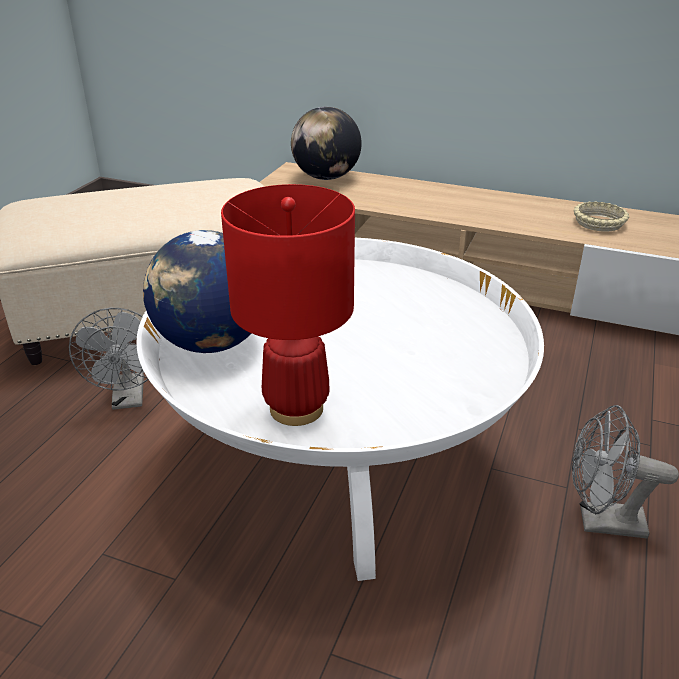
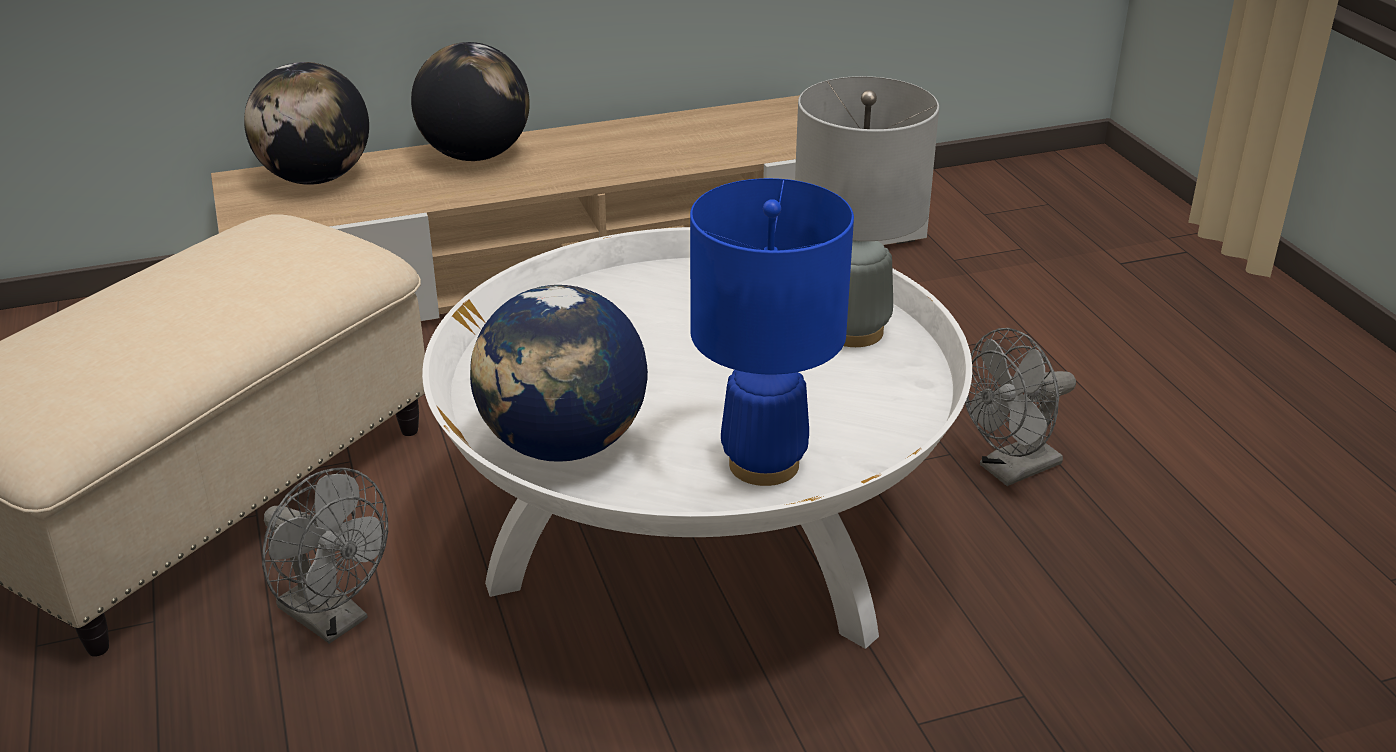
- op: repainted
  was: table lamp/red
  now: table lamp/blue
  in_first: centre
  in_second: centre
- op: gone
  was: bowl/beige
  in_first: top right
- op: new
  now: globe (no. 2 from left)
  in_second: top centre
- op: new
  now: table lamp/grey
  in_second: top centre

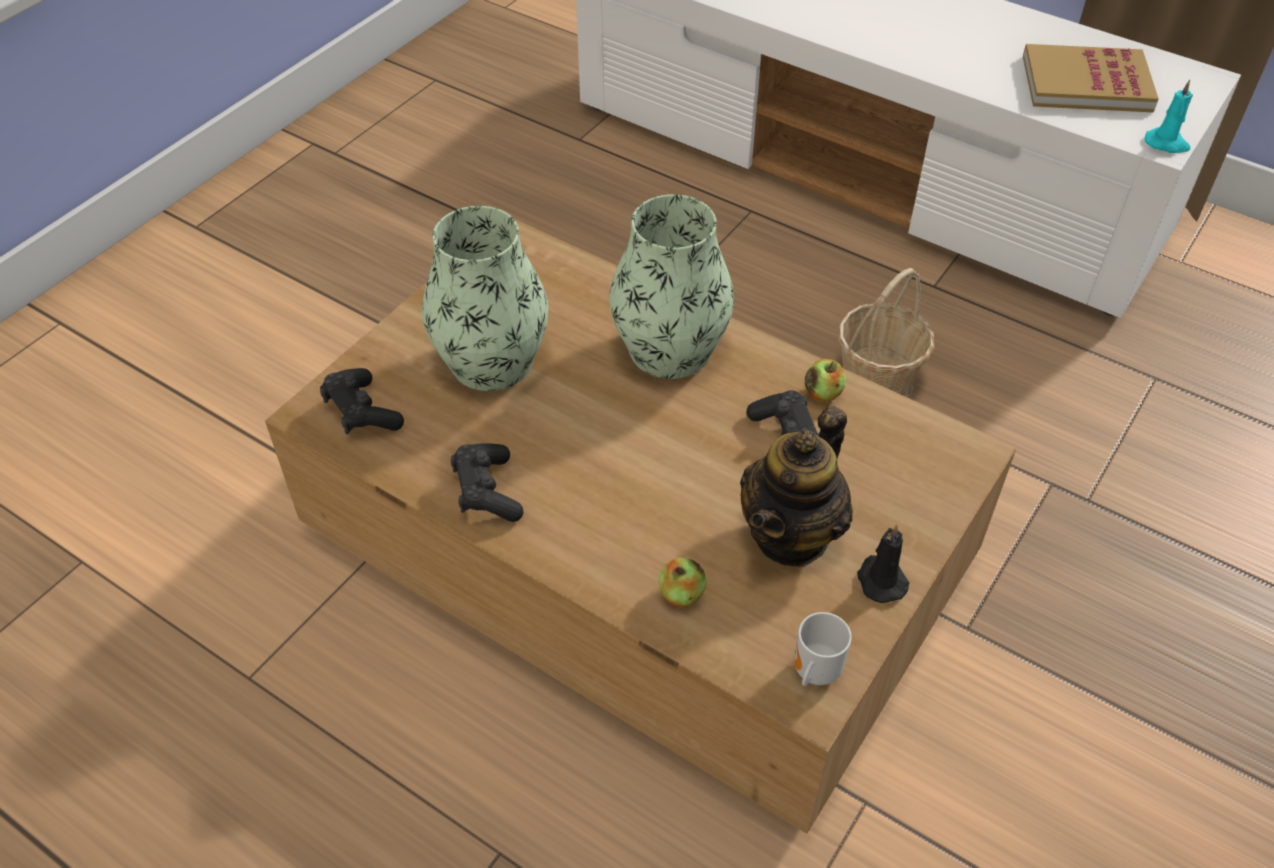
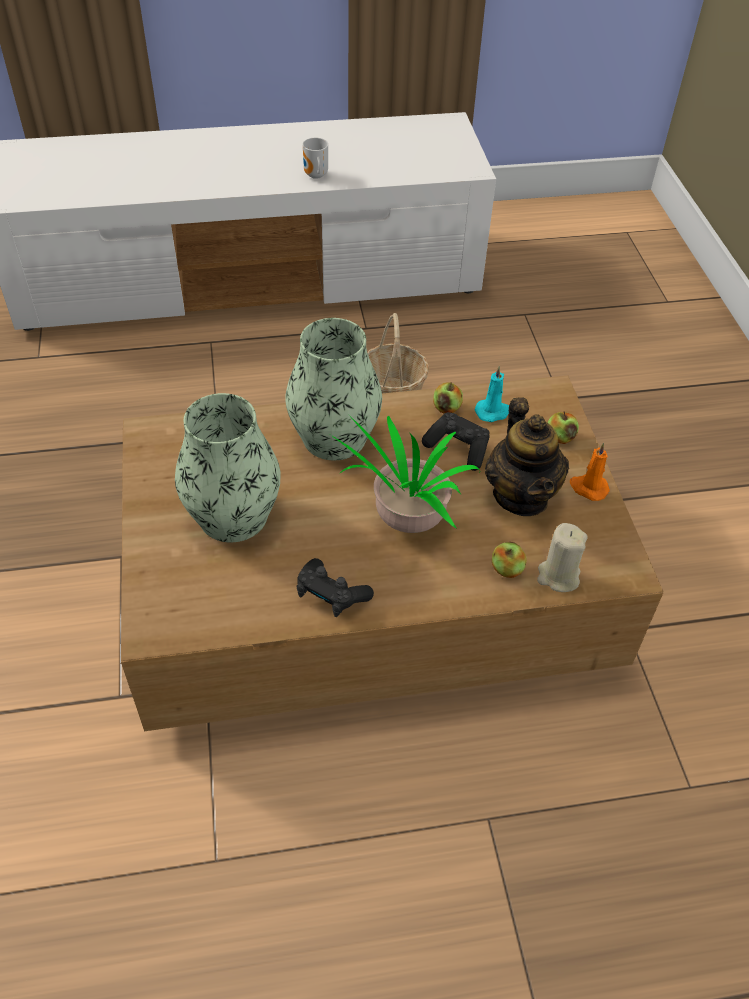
- op: gone
  was: game controller/black (no. 1 from left)
  in_first: middle left
- op: shifted
  was: mug
  in_first: bottom centre
  in_second: top centre
- op: repainted
  was: candle/black
  now: candle/orange
  in_first: middle right
  in_second: middle right
- op: gone
  was: book
  in_first: top right
- op: shifted
  was: candle/turquoise
  in_first: top right
  in_second: centre
- op: new
  now: potted plant
  in_second: centre
- op: new
  now: candle/beige
  in_second: middle right
- op: new
  now: apple (no. 3 from left)
  in_second: middle right

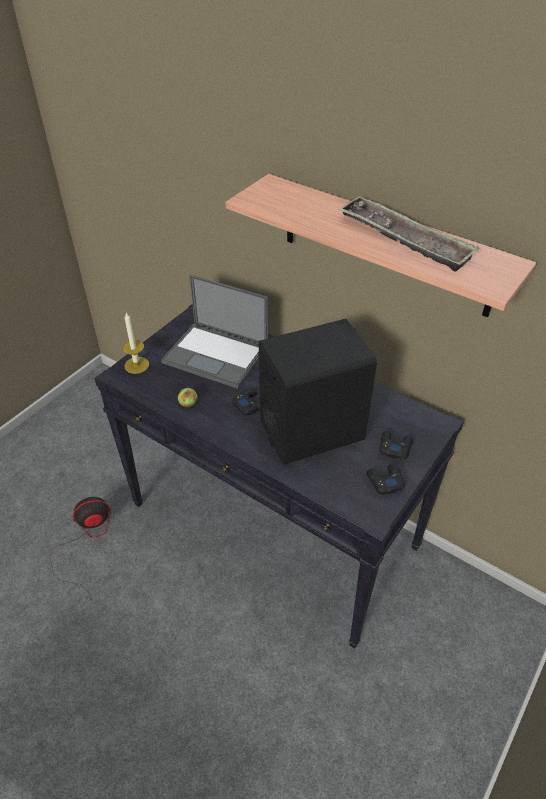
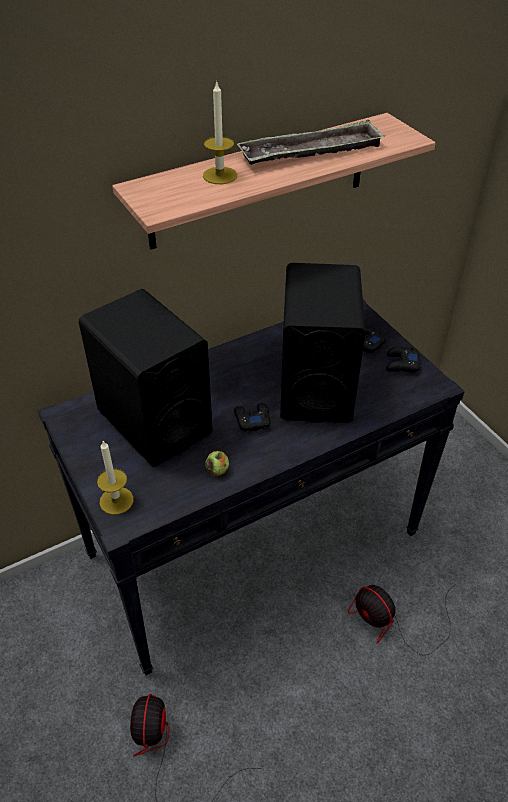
- op: swapped
  was: laptop
  now: speaker/black (no. 1 from left)
  in_first: centre
  in_second: middle left
- op: new
  now: candle (no. 2 from left)
  in_second: top centre
- op: new
  now: fan (no. 2 from left)
  in_second: bottom right

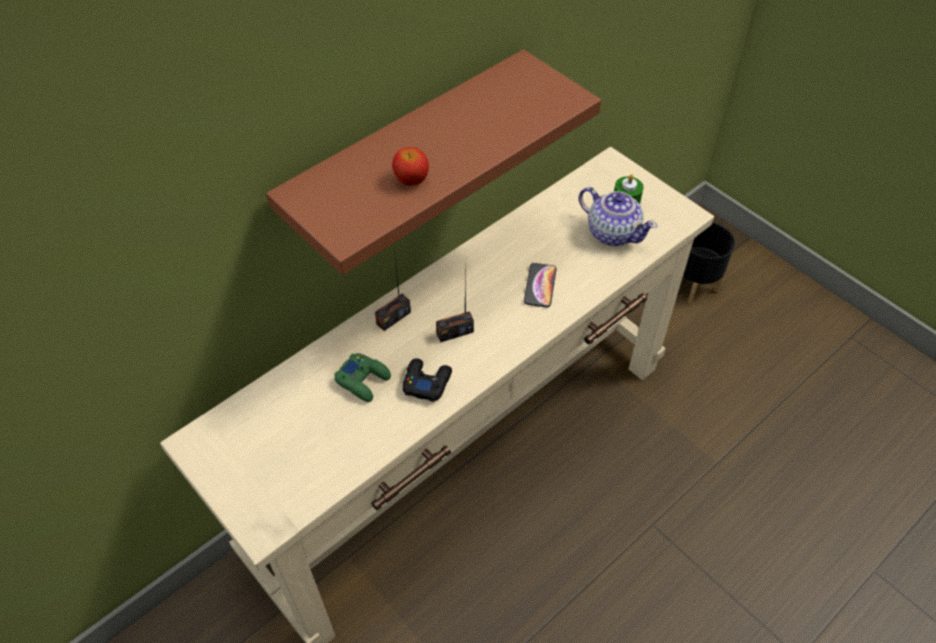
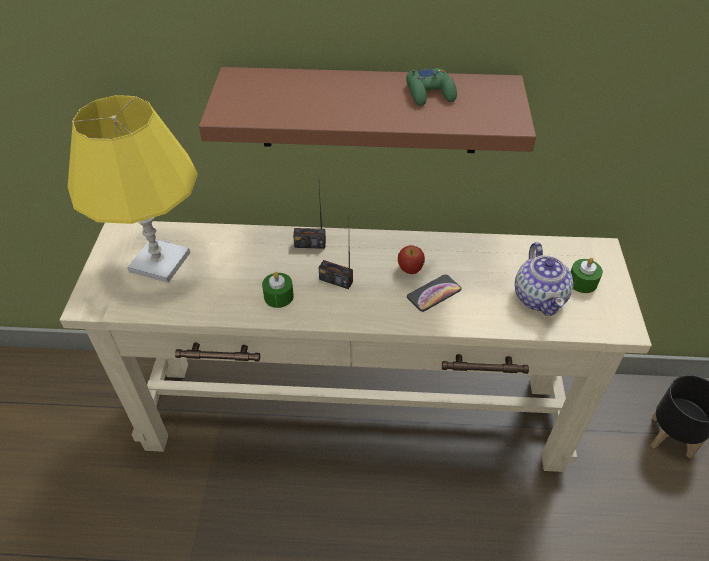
- op: shifted
  was: game controller/green
  in_first: centre
  in_second: top centre
- op: shifted
  was: apple
  in_first: top centre
  in_second: centre
- op: swapped
  was: game controller/black
  now: candle/green (no. 1 from left)
  in_first: centre
  in_second: centre
- op: new
  now: table lamp/yellow
  in_second: middle left

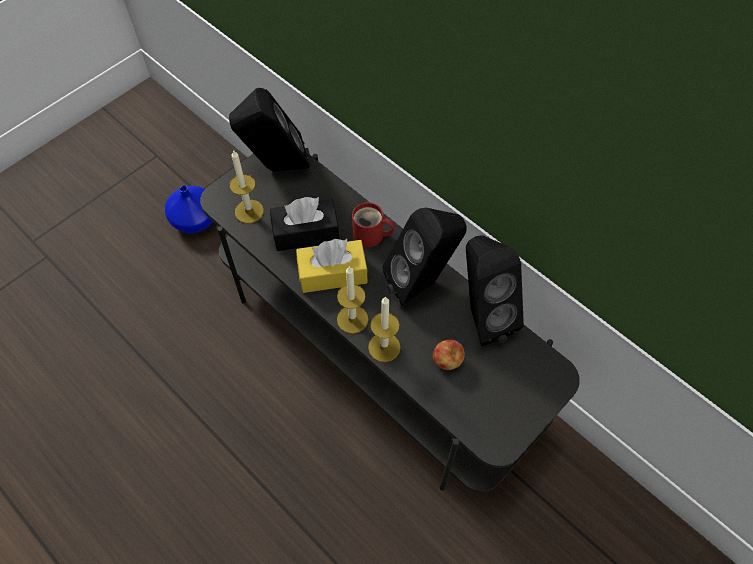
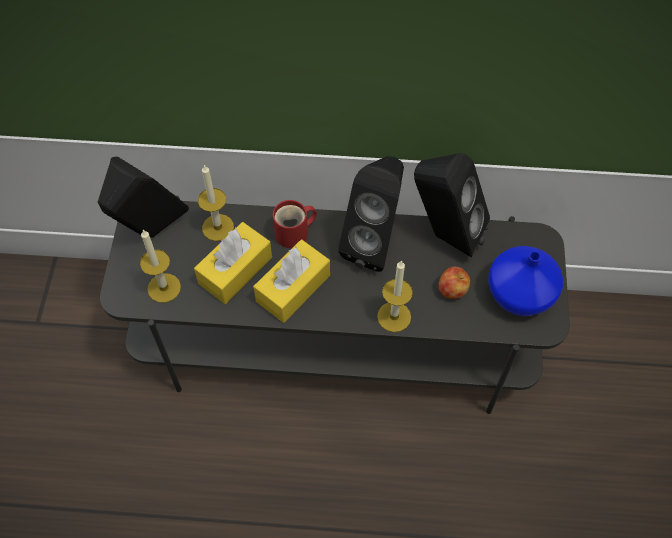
- op: shifted
  was: vase/blue
  in_first: middle left
  in_second: middle right
- op: repainted
  was: tissue box/black
  now: tissue box/yellow (no. 1 from left)
  in_first: centre
  in_second: centre
- op: shifted
  was: candle (no. 2 from left)
  in_first: centre
  in_second: middle left

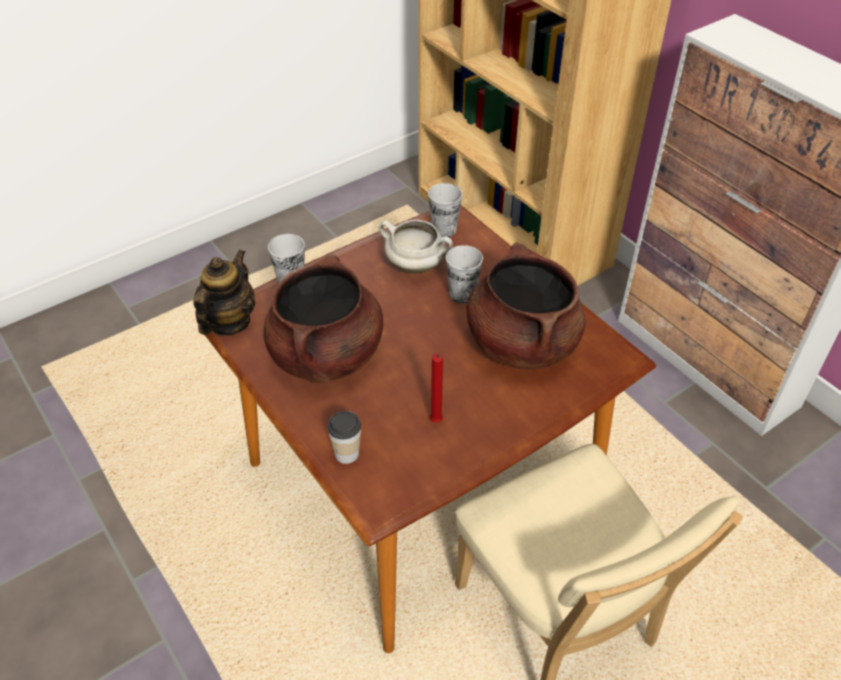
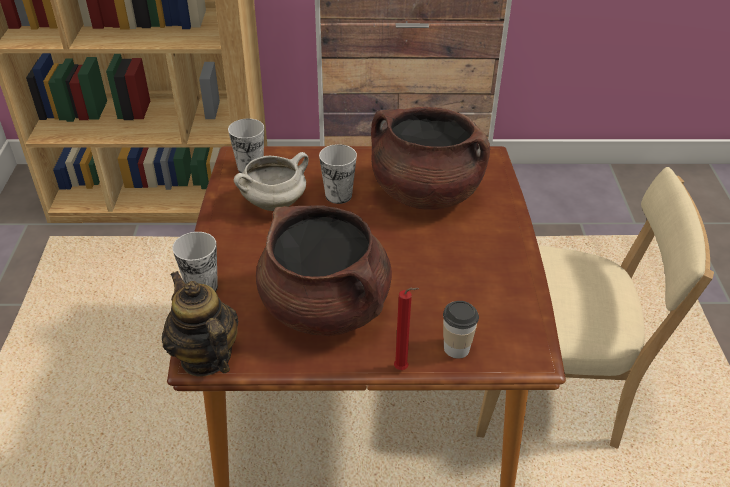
- op: shifted
  was: candle/red
  in_first: centre
  in_second: bottom centre

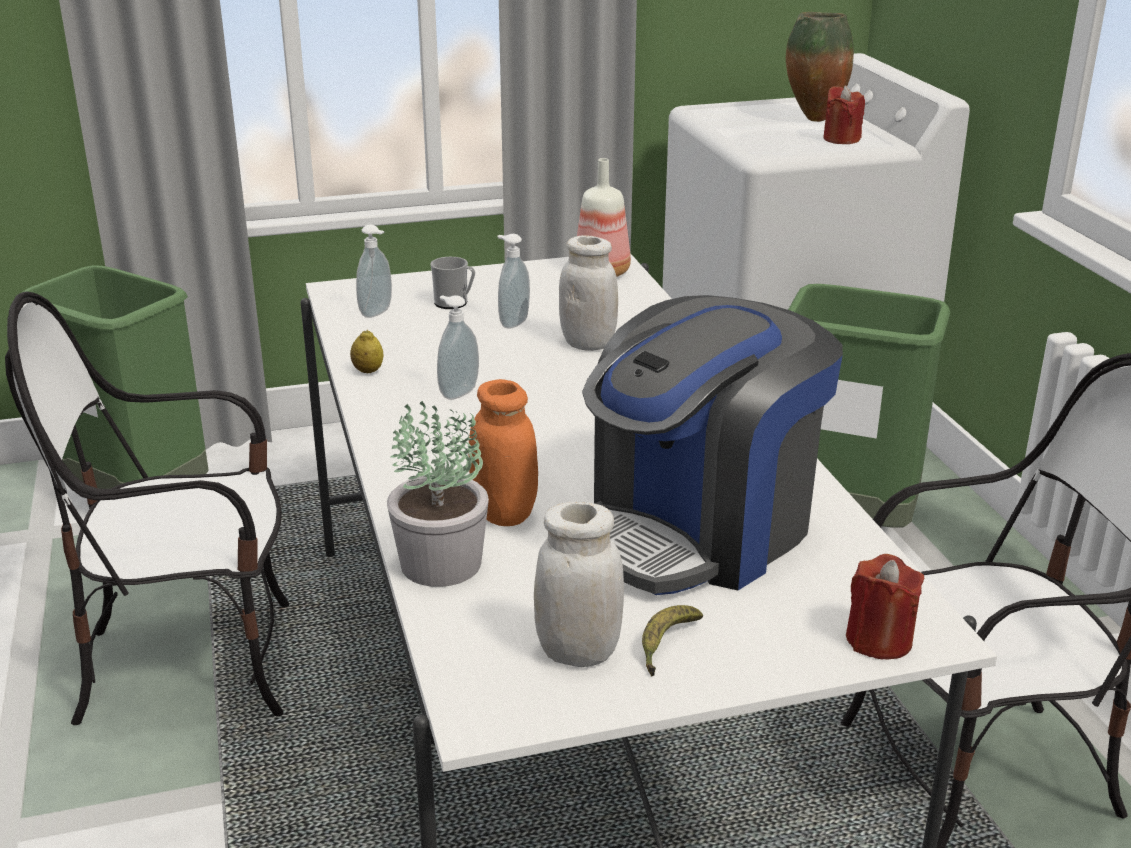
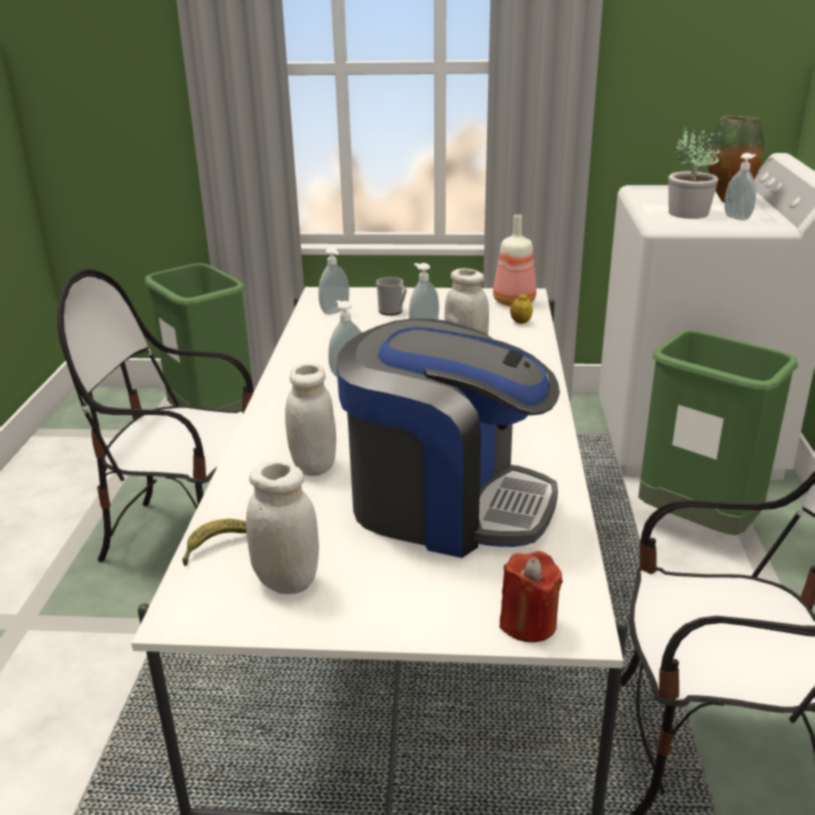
- op: shifted
  was: lemon
  in_first: middle left
  in_second: centre
- op: shifted
  was: potted plant
  in_first: centre
  in_second: top right
- op: repainted
  was: jar/orange
  now: jar/white (no. 2 from left)
  in_first: centre
  in_second: centre
- op: rotated
  was: coffee machine
  in_first: centre
  in_second: centre
  clockwise: -135
- op: shifted
  was: banana
  in_first: bottom centre
  in_second: middle left
- op: swapped
  was: candle/red (no. 1 from left)
  now: soap dispenser (no. 4 from left)
  in_first: top right
  in_second: top right

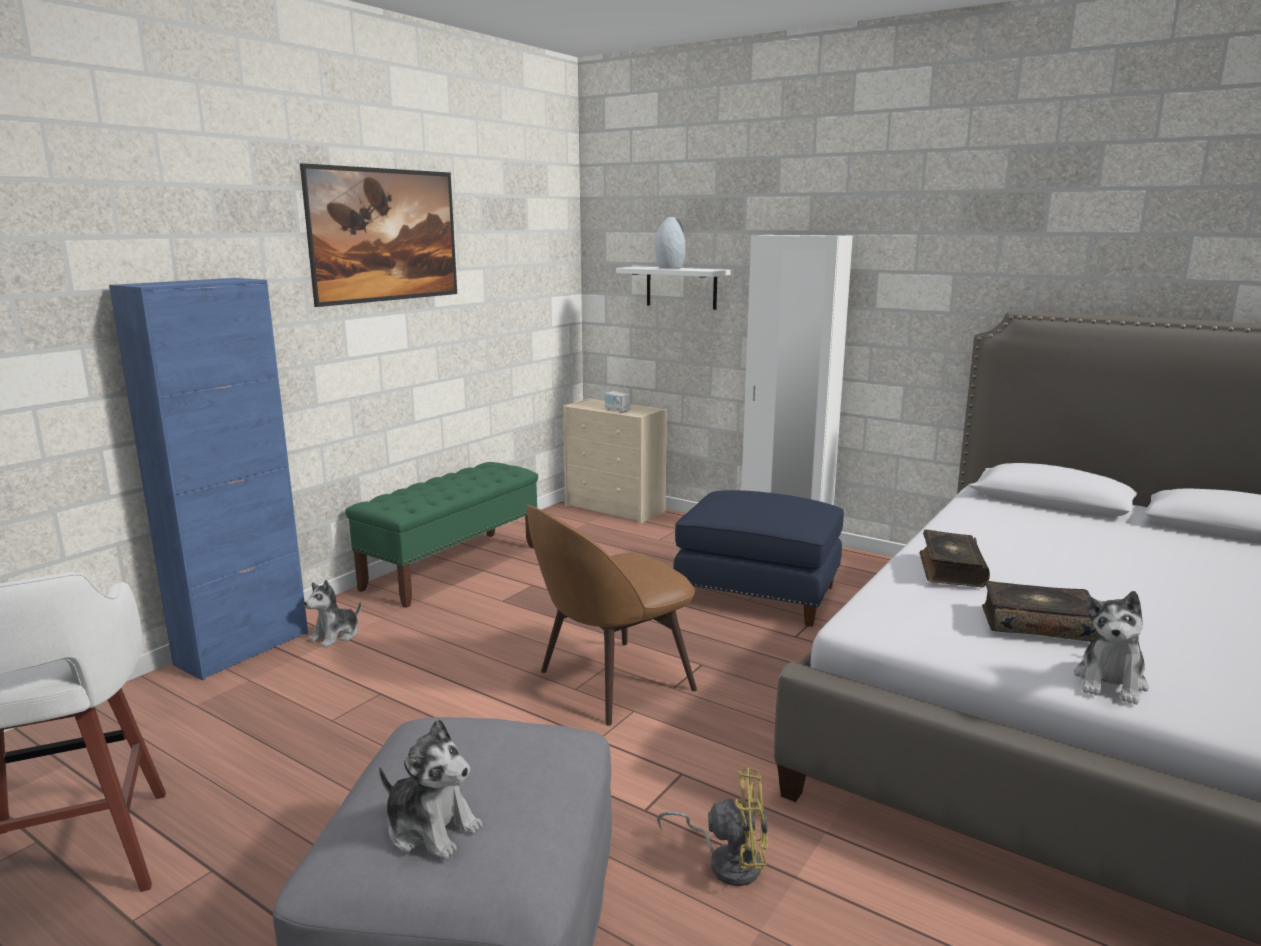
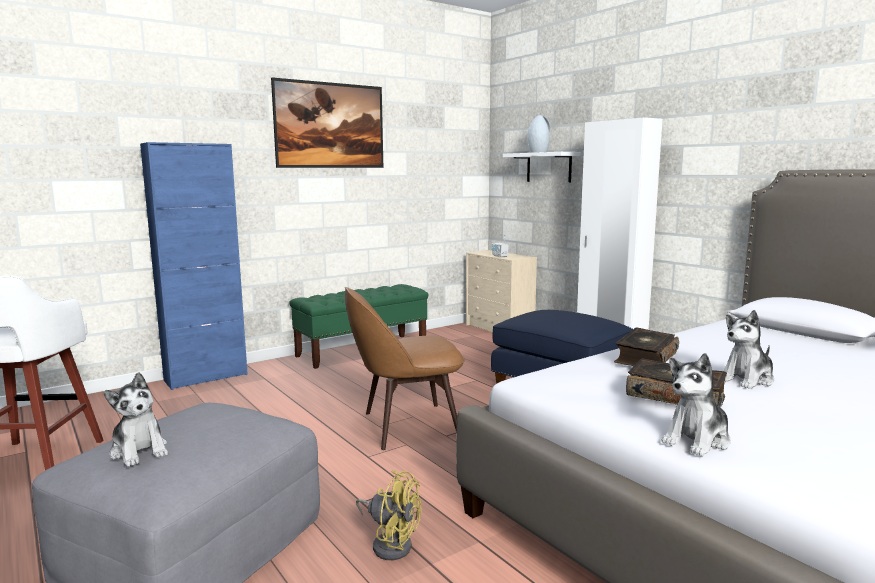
- op: shifted
  was: plush toy (no. 1 from left in the first image)
  now: plush toy (no. 3 from left)
  in_first: middle left
  in_second: middle right

